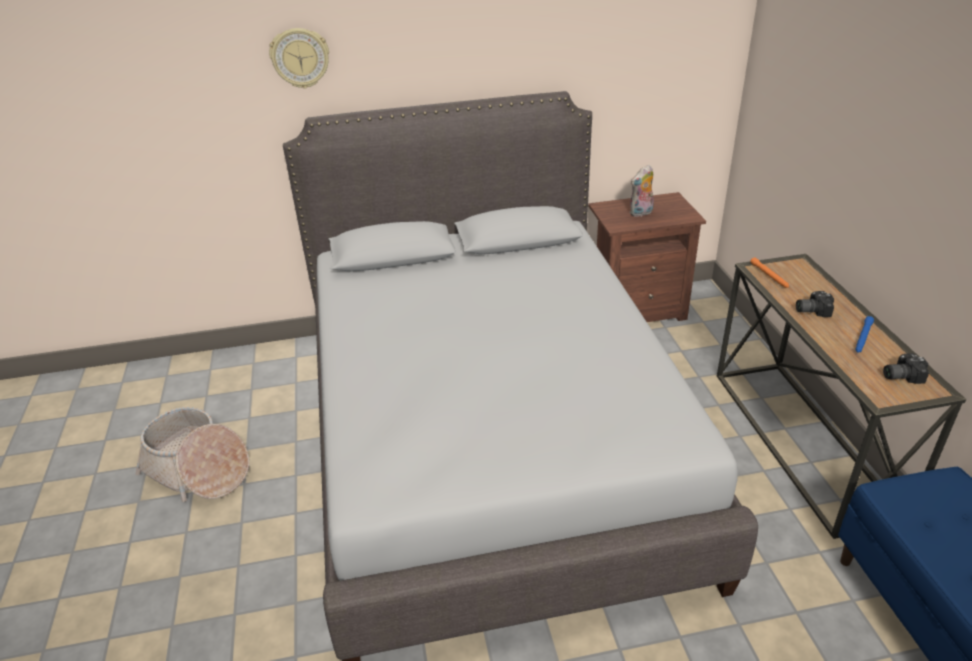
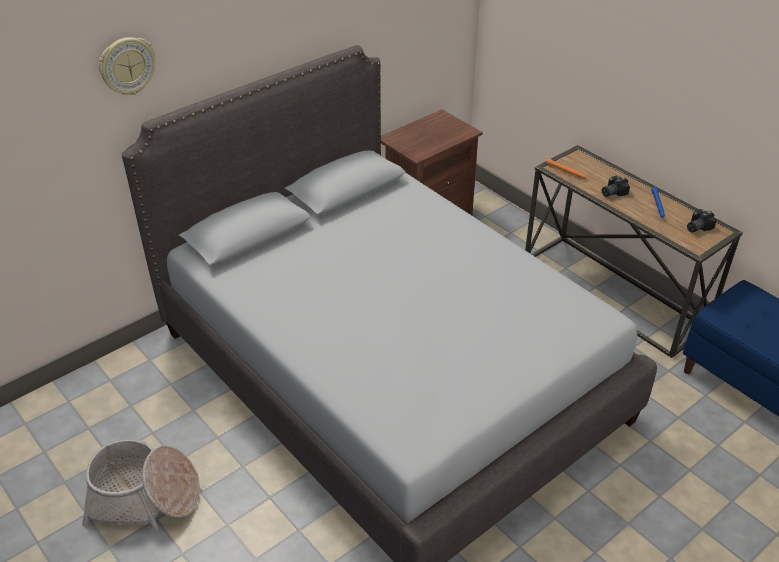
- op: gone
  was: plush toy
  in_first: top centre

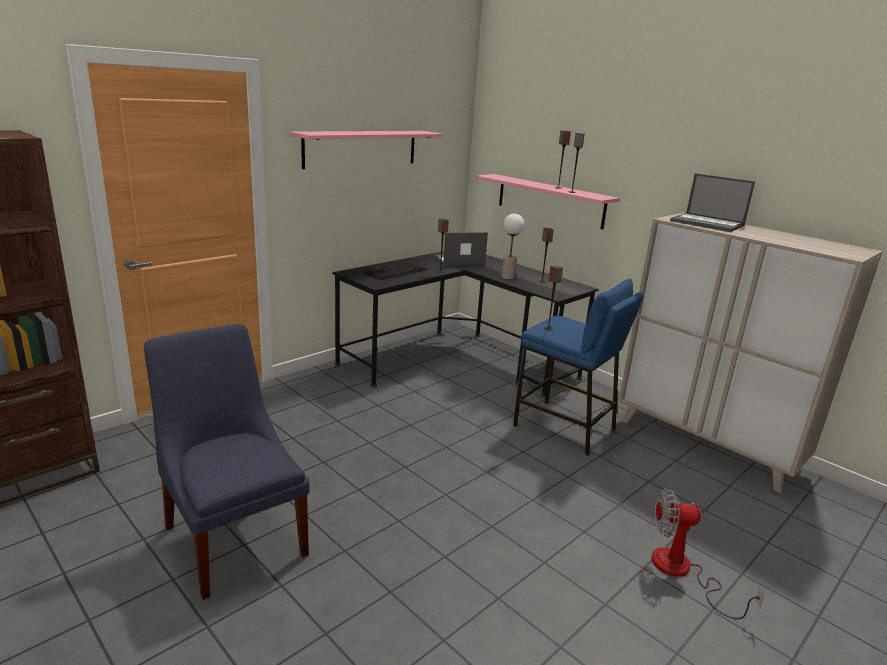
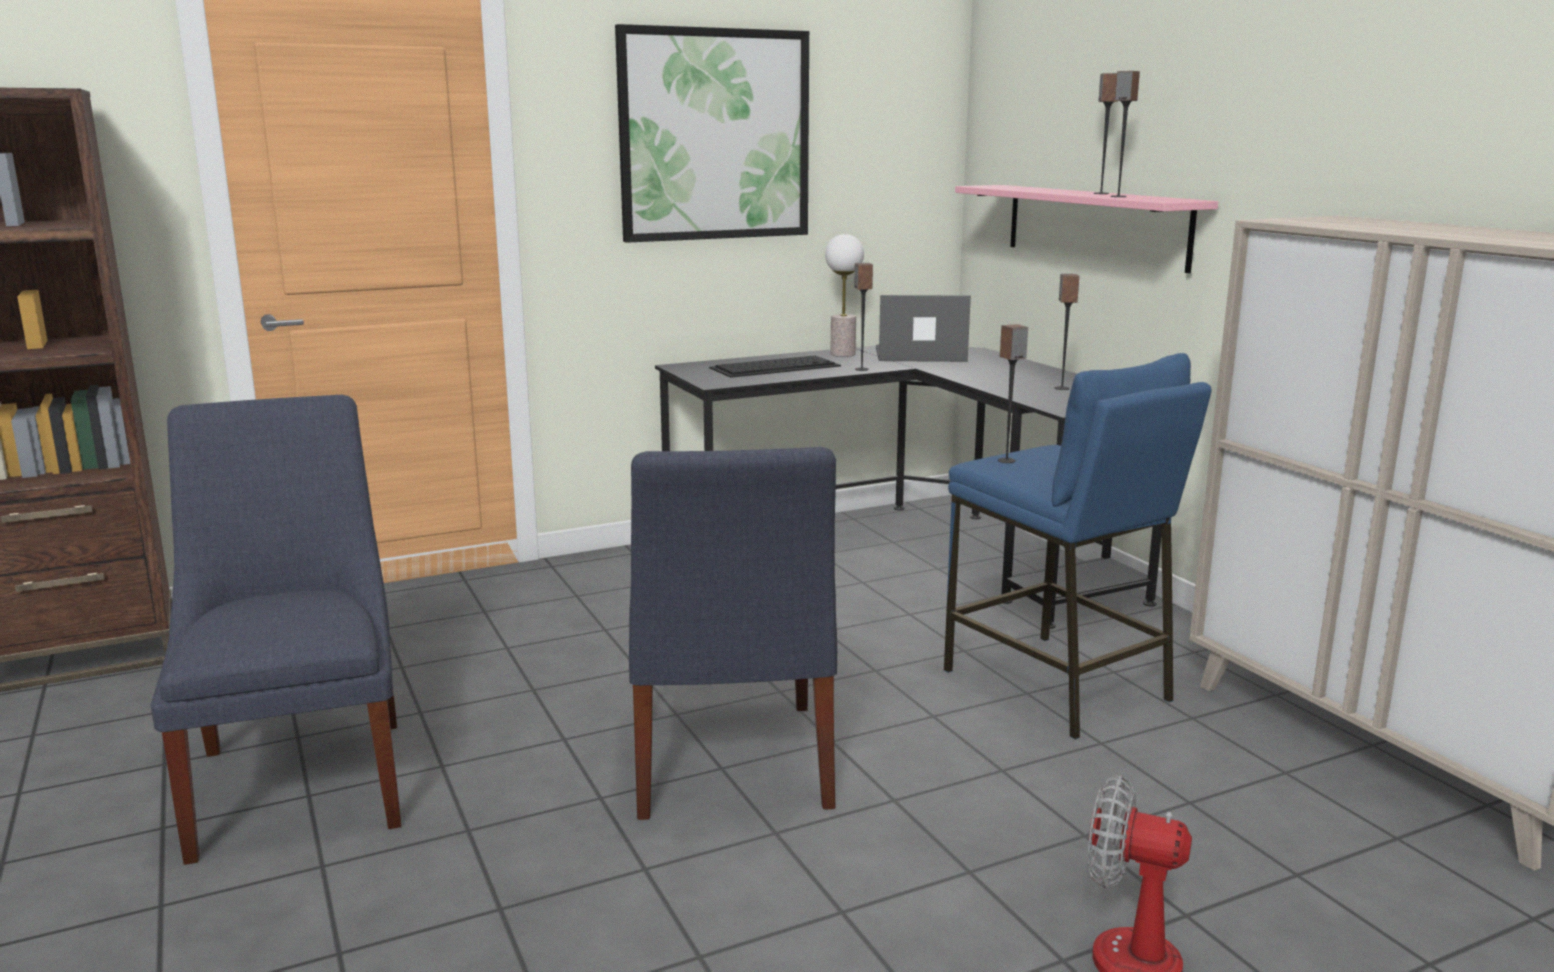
- op: swapped
  was: shelf/pink (no. 1 from left)
  now: picture
  in_first: top centre
  in_second: top centre
- op: shifted
  was: table lamp
  in_first: centre
  in_second: top centre
- op: gone
  was: laptop (no. 2 from left)
  in_first: top right
- op: new
  now: chair/blue (no. 2 from left)
  in_second: centre

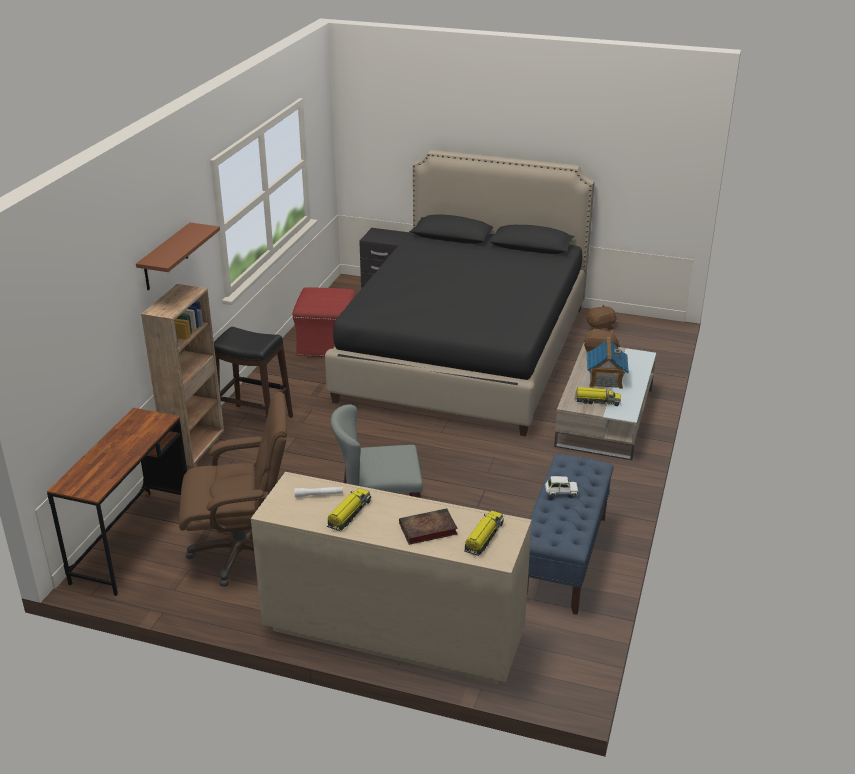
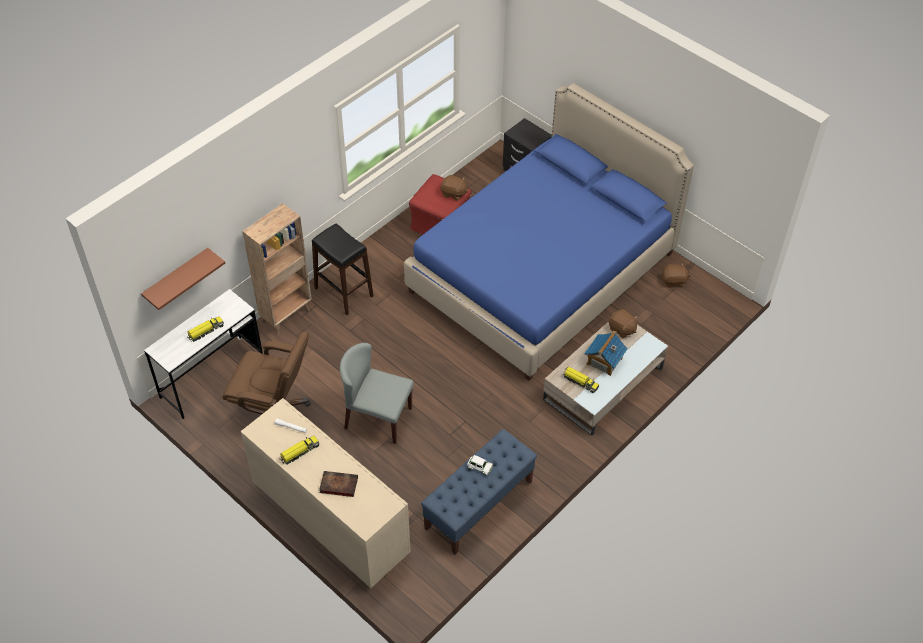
- op: repainted
  was: desk/brown
  now: desk/white
  in_first: middle left
  in_second: middle left
- op: shifted
  was: shelf/brown
  in_first: top left
  in_second: middle left
- op: repainted
  was: bed/black
  now: bed/blue
  in_first: centre
  in_second: centre
- op: shifted
  was: toy truck (no. 2 from left in the first image)
  now: toy truck (no. 1 from left)
  in_first: bottom centre
  in_second: middle left
- op: new
  now: plush toy/brown (no. 1 from left)
  in_second: top centre

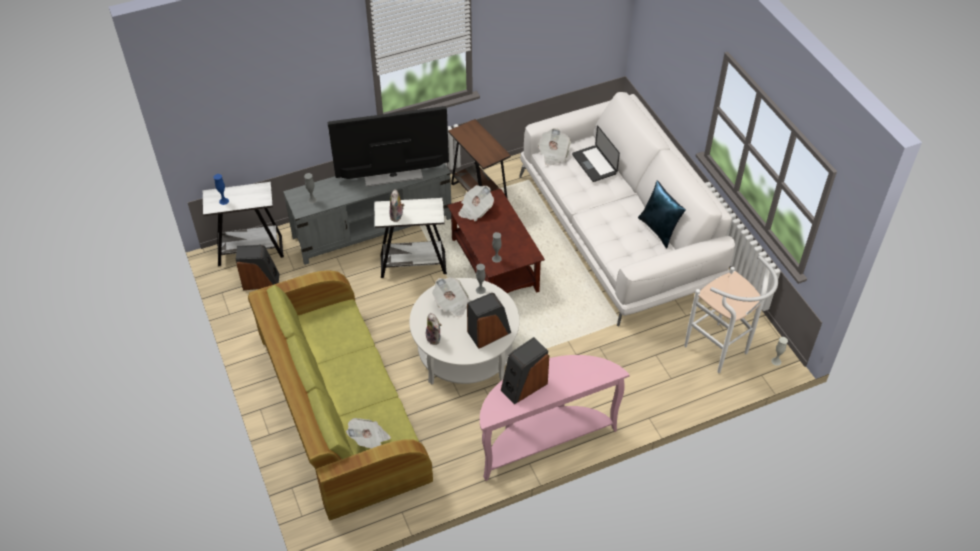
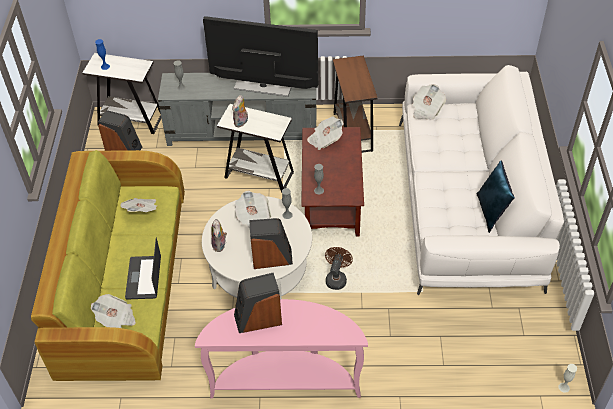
- op: shifted
  was: laptop
  in_first: top centre
  in_second: middle left
- op: gone
  was: stool/white
  in_first: middle right
- op: new
  now: newspaper (no. 2 from left)
  in_second: middle left
- op: new
  now: fan/brown
  in_second: centre

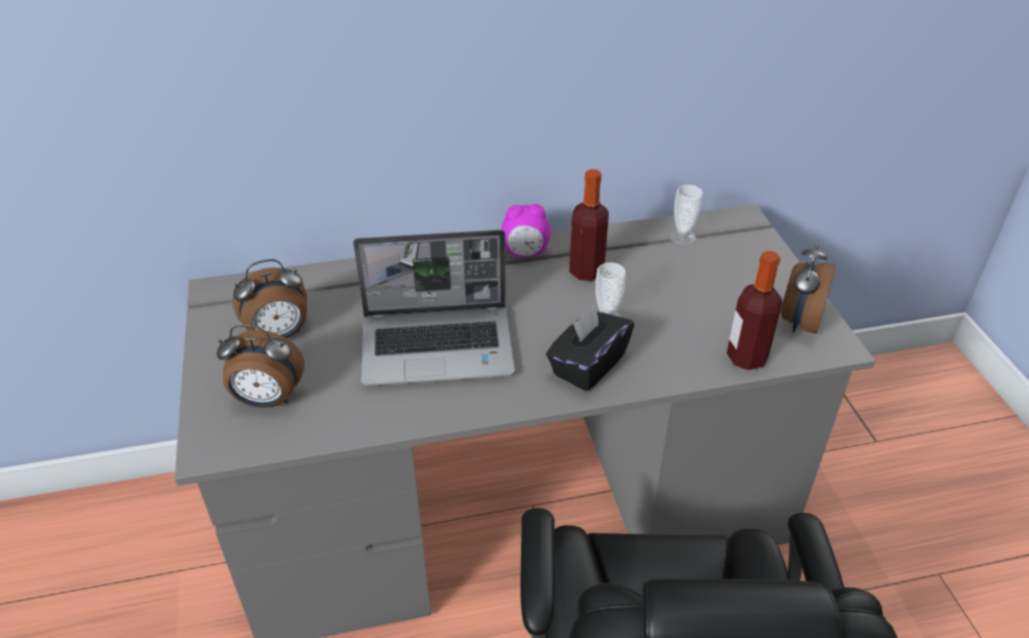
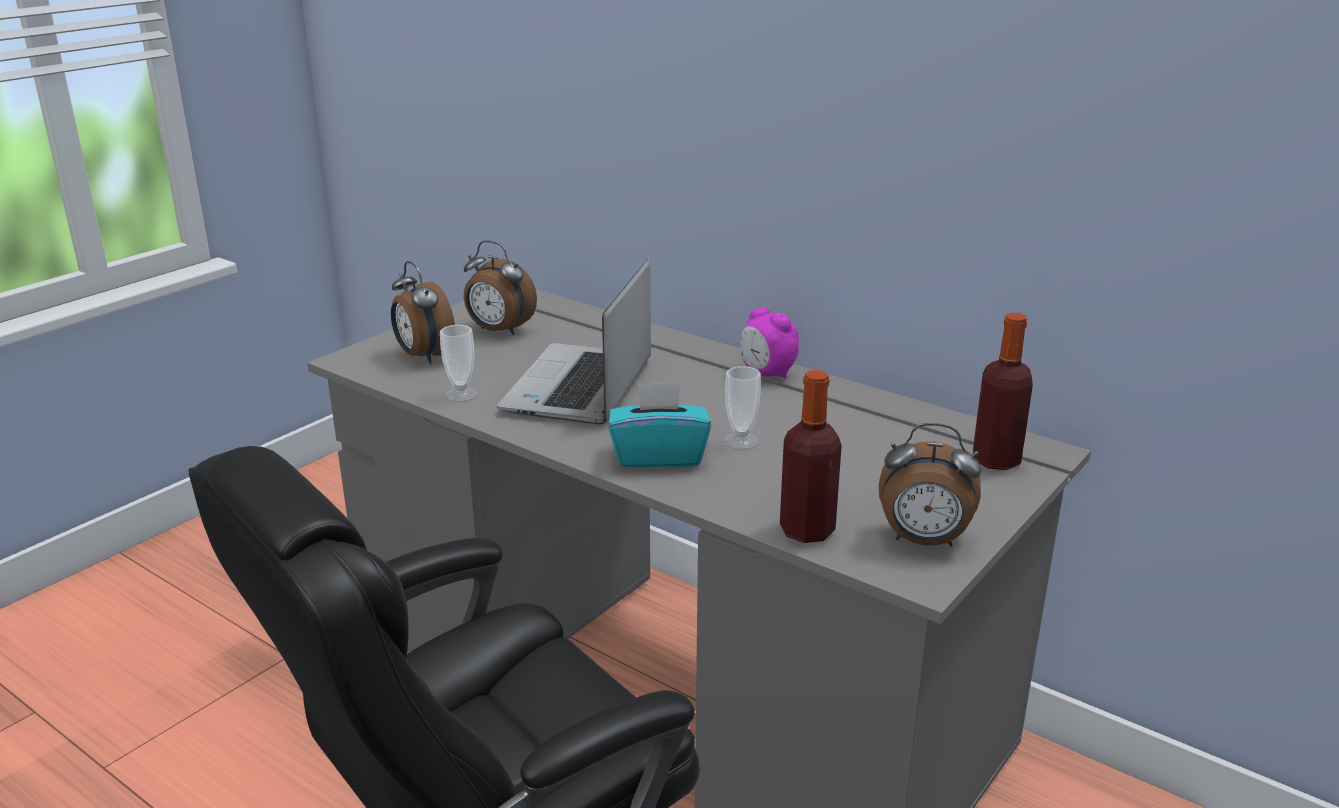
- op: rotated
  was: laptop
  in_first: centre
  in_second: centre
  clockwise: 60
- op: repainted
  was: tissue box/black
  now: tissue box/turquoise
  in_first: centre
  in_second: centre
- op: shifted
  was: bottle (no. 1 from left in the first image)
  now: bottle (no. 2 from left)
  in_first: centre
  in_second: middle right
- op: shifted
  was: cup (no. 2 from left in the first image)
  now: cup (no. 1 from left)
  in_first: middle right
  in_second: centre
- op: rotated
  was: alarm clock (no. 4 from left)
  in_first: middle right
  in_second: middle right
  clockwise: -150

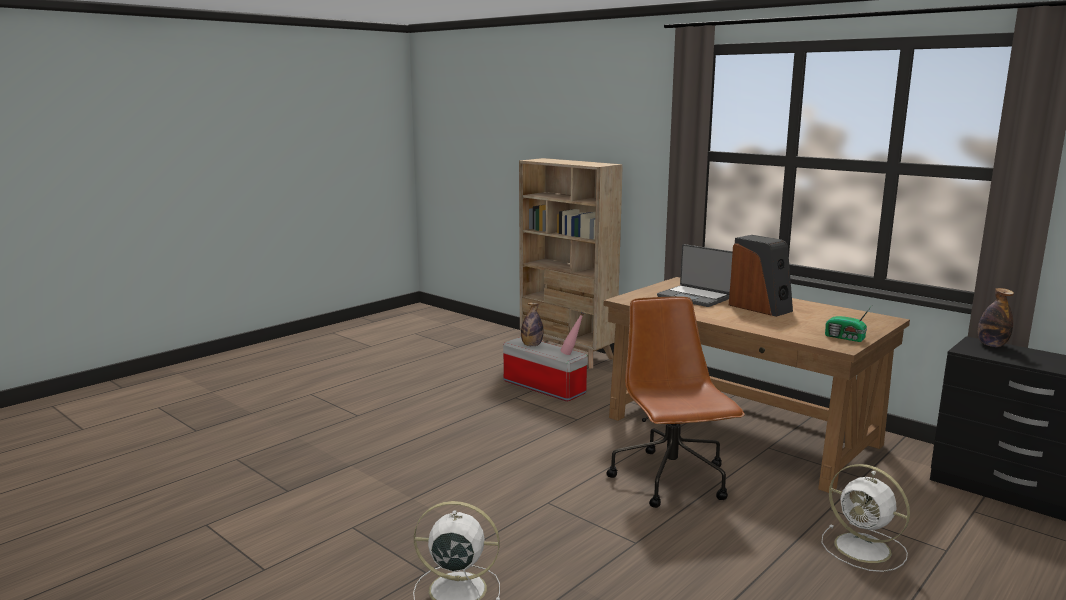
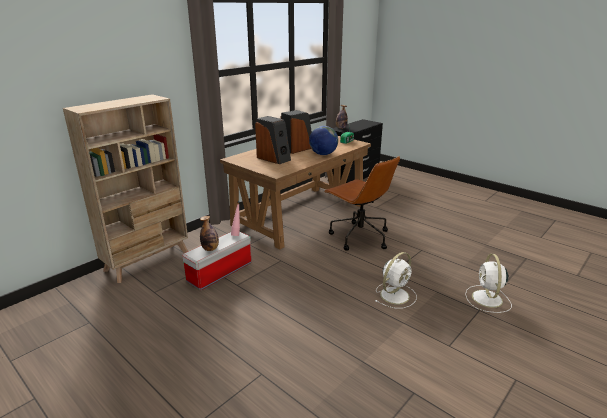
- op: rotated
  was: office chair/brown
  in_first: bottom centre
  in_second: centre
  clockwise: -120
- op: swapped
  was: laptop
  now: speaker (no. 1 from left)
  in_first: centre
  in_second: centre
- op: shifted
  was: fan/white (no. 2 from left in the first image)
  now: fan/white (no. 1 from left)
  in_first: bottom right
  in_second: bottom centre
- op: new
  now: globe
  in_second: centre

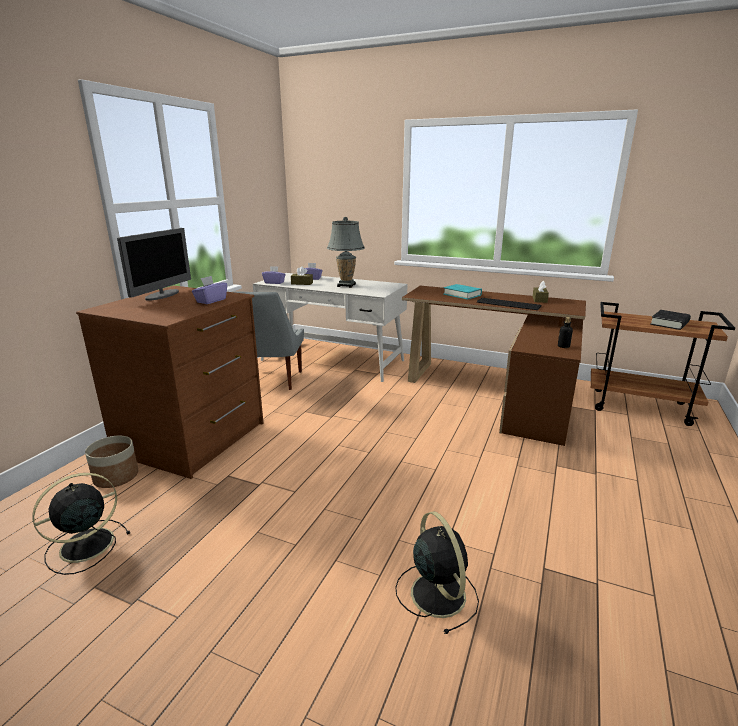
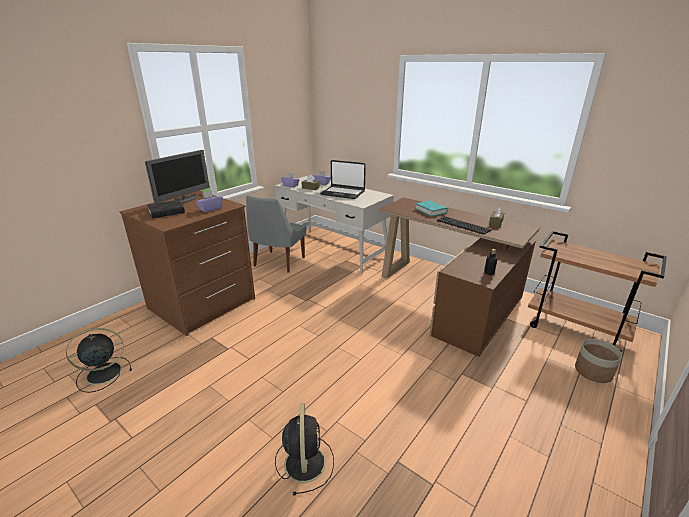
- op: shifted
  was: planter
  in_first: middle left
  in_second: bottom right
- op: swapped
  was: table lamp/grey
  now: laptop
  in_first: centre
  in_second: centre
- op: shifted
  was: book/black
  in_first: middle right
  in_second: middle left

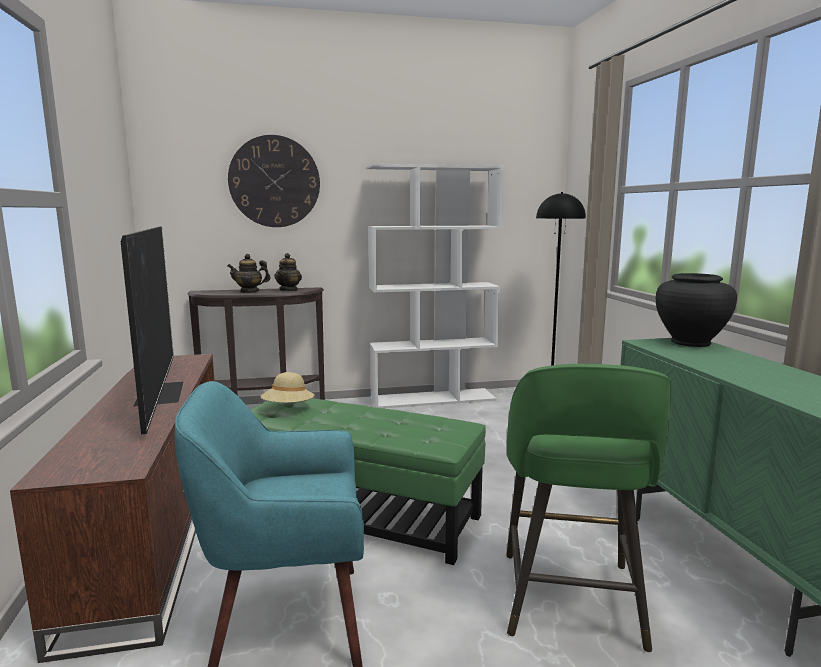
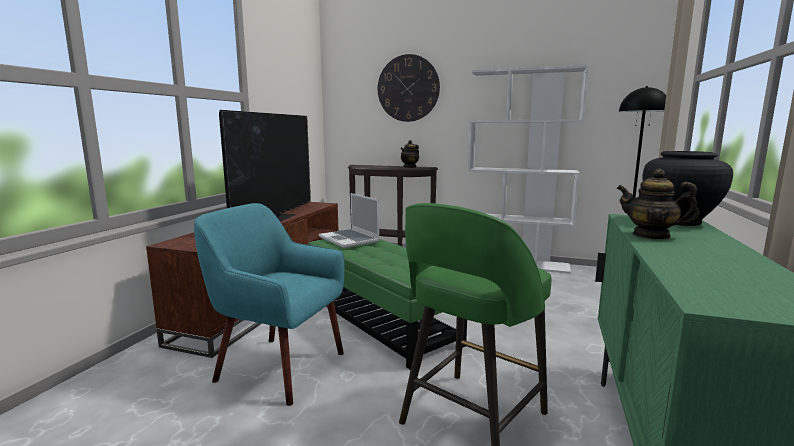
- op: shifted
  was: teapot (no. 1 from left in the first image)
  now: teapot (no. 2 from left)
  in_first: middle left
  in_second: middle right
- op: swapped
  was: hat/beige
  now: laptop
  in_first: centre
  in_second: centre

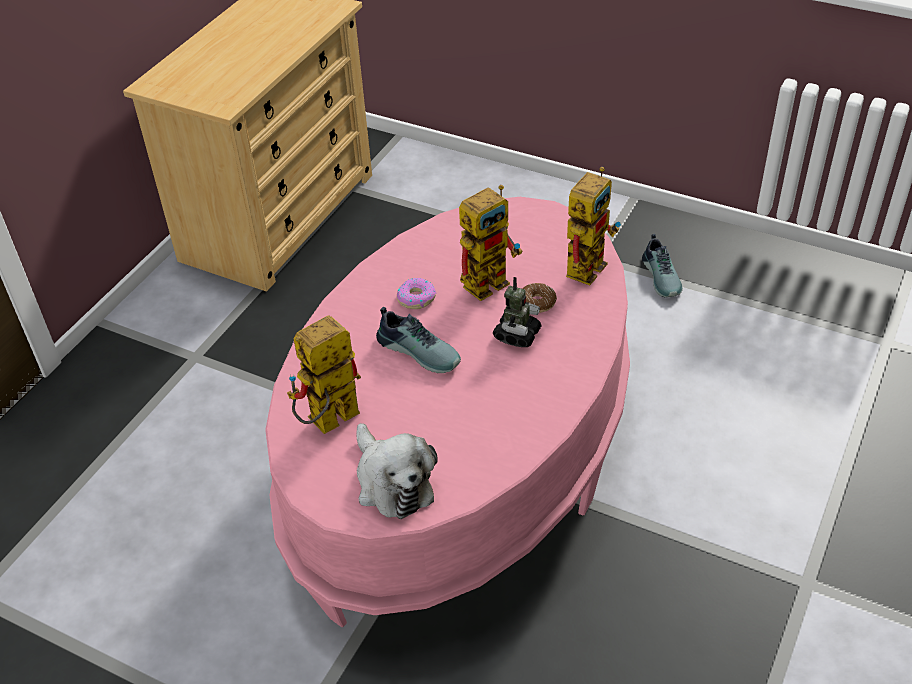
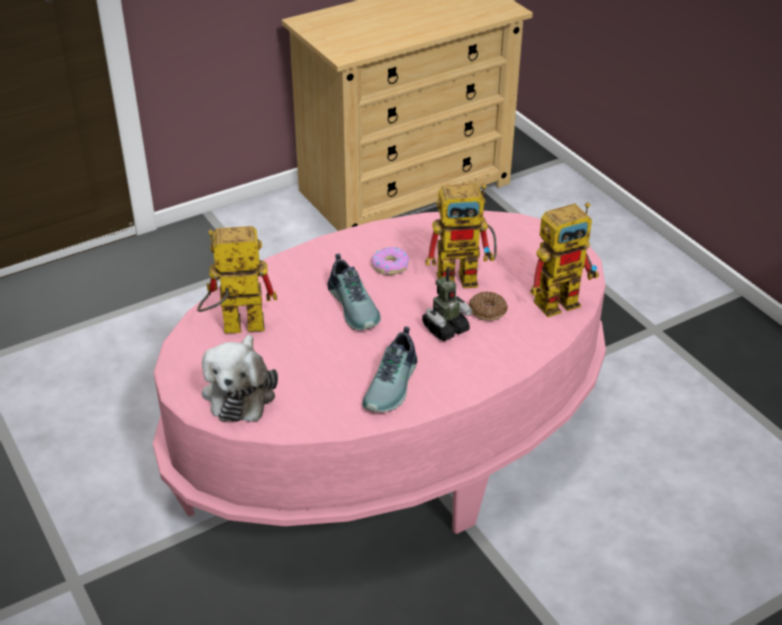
- op: shifted
  was: shoe (no. 2 from left)
  in_first: middle right
  in_second: centre

